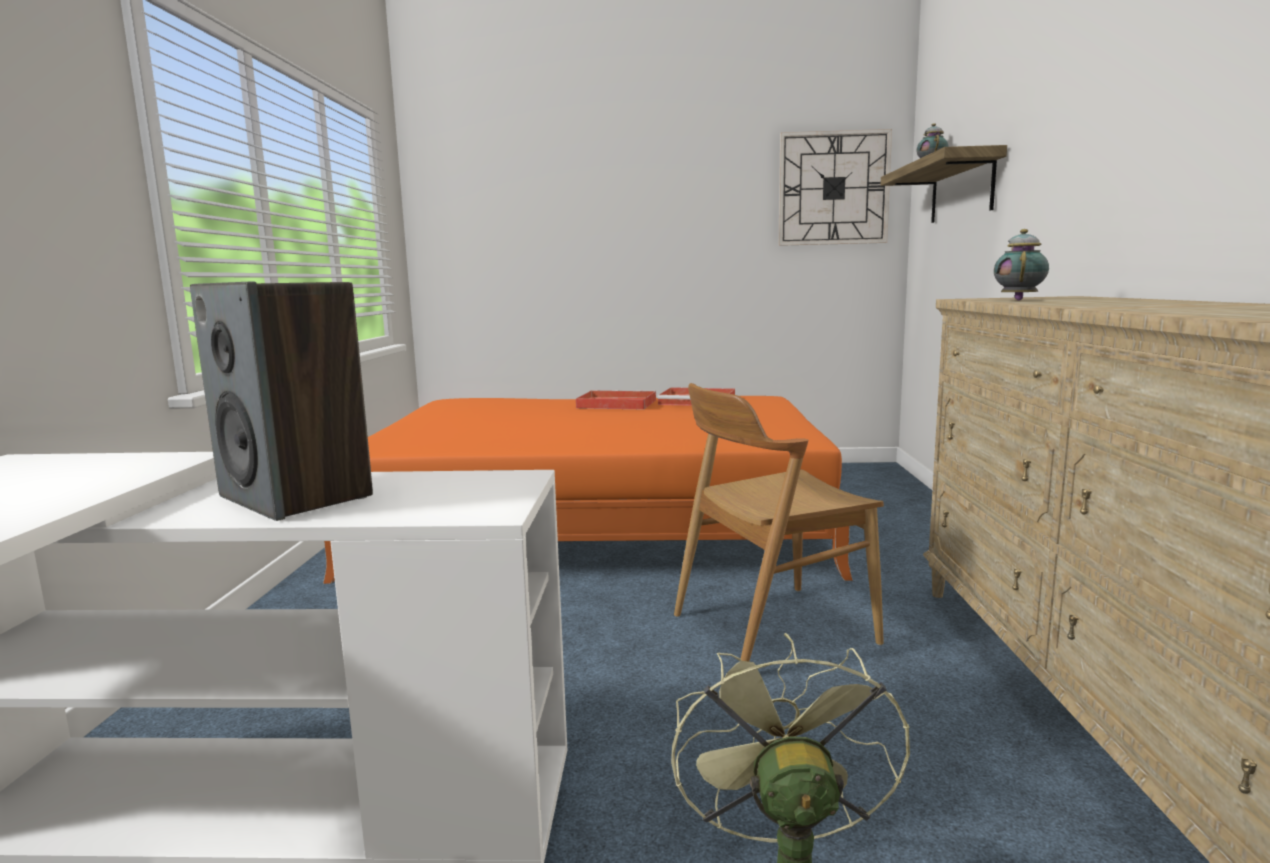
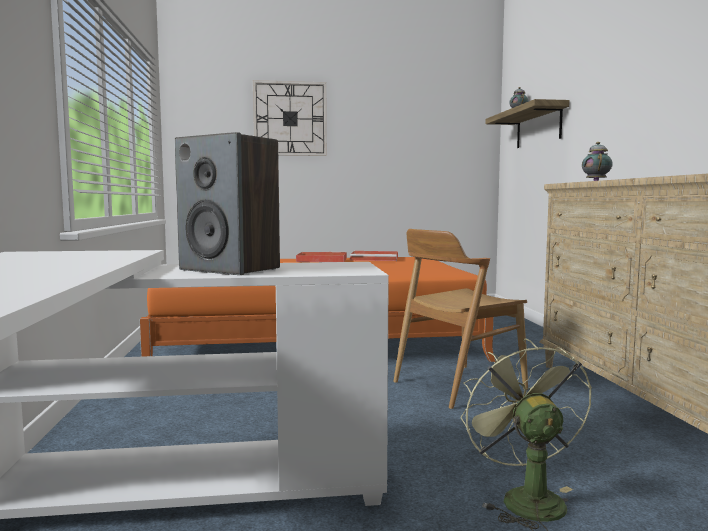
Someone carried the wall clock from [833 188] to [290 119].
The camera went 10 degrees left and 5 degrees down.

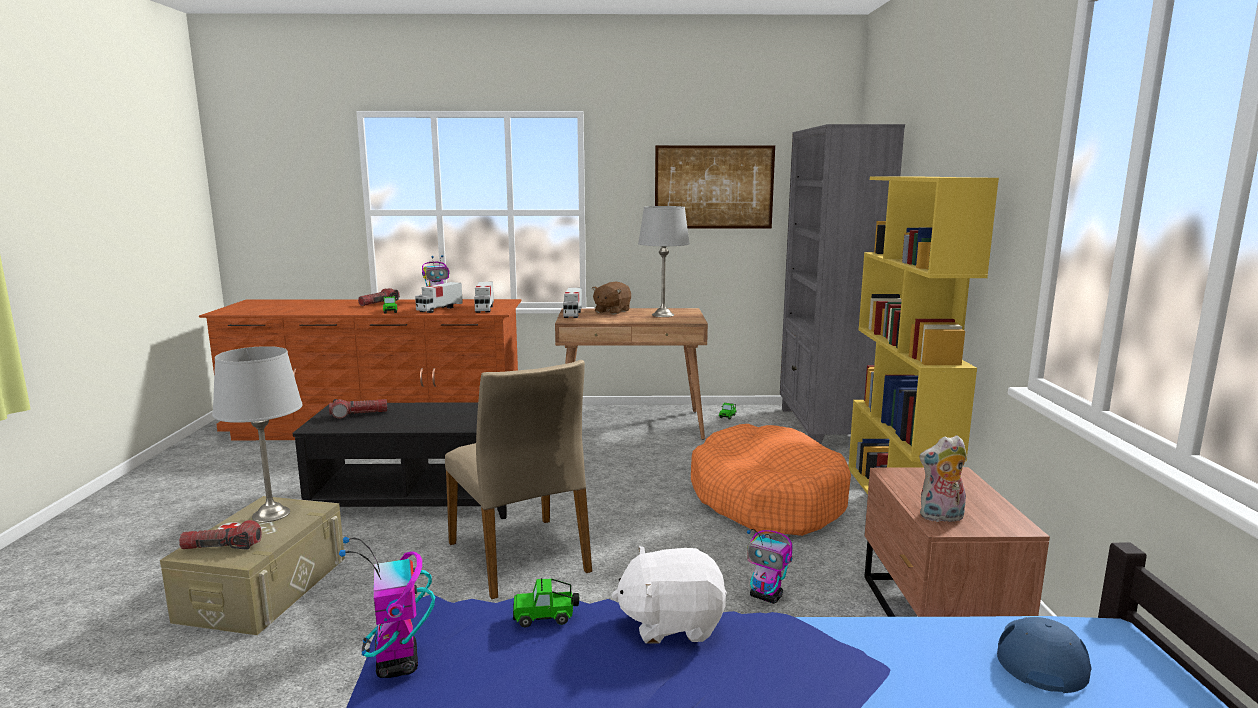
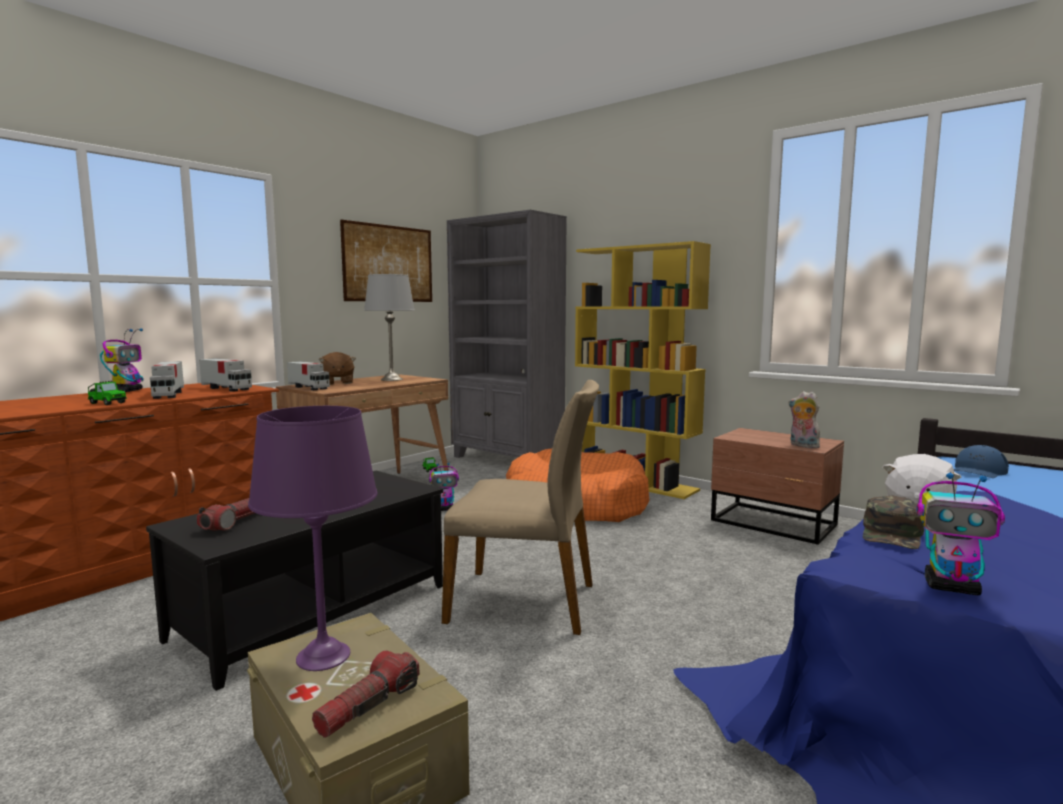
Someone took away the flashlight at [379 303].
Someone carried the toy robot from [767 597] to [445 509].
Someone swapped the toy car at [546 617] for the green cap at [893 534].
Someone repainted the grey table lamp at [271 514], which became the purple table lamp at [324 656].
Someone rotated the plush toy at [941 517] by 105 degrees clockwise.
Someone rotated the blue cap at [1041 656] by 105 degrees counterclockwise.
The camera went 50 degrees left and 5 degrees down.

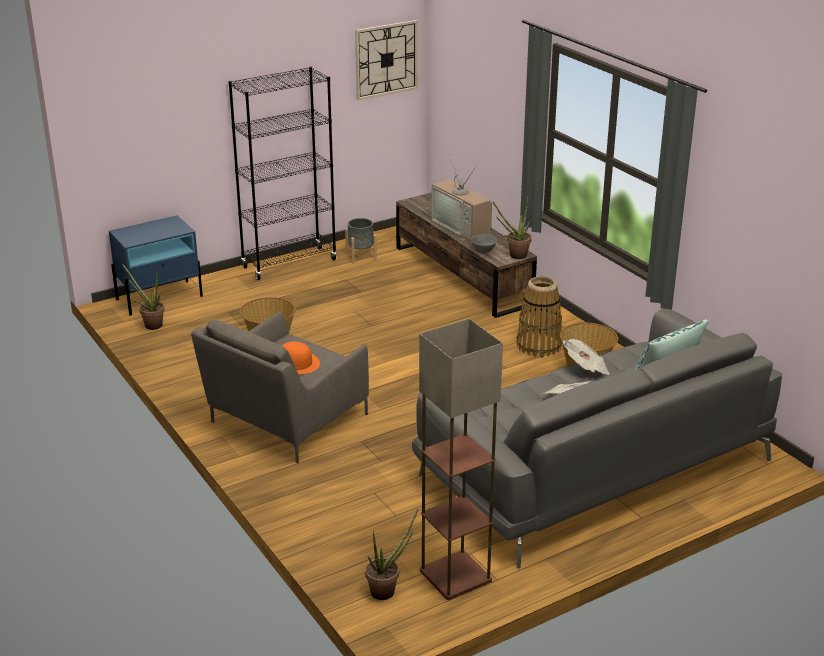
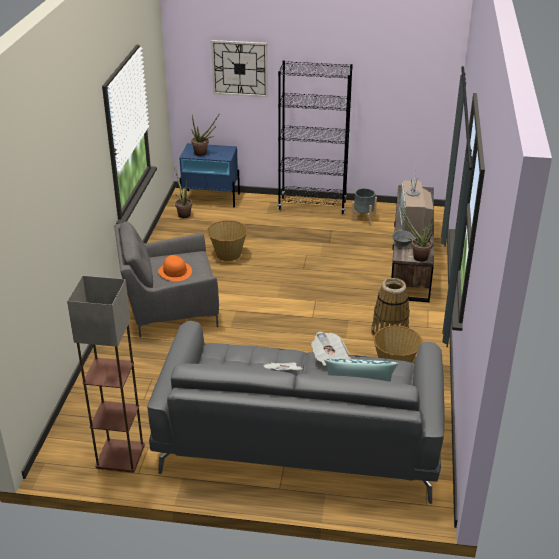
Someone carried the wall clock from [386 59] to [239 68].
Someone carried the potted plant from [387 590] to [203 153].
The camera went 40 degrees right and 5 degrees up.

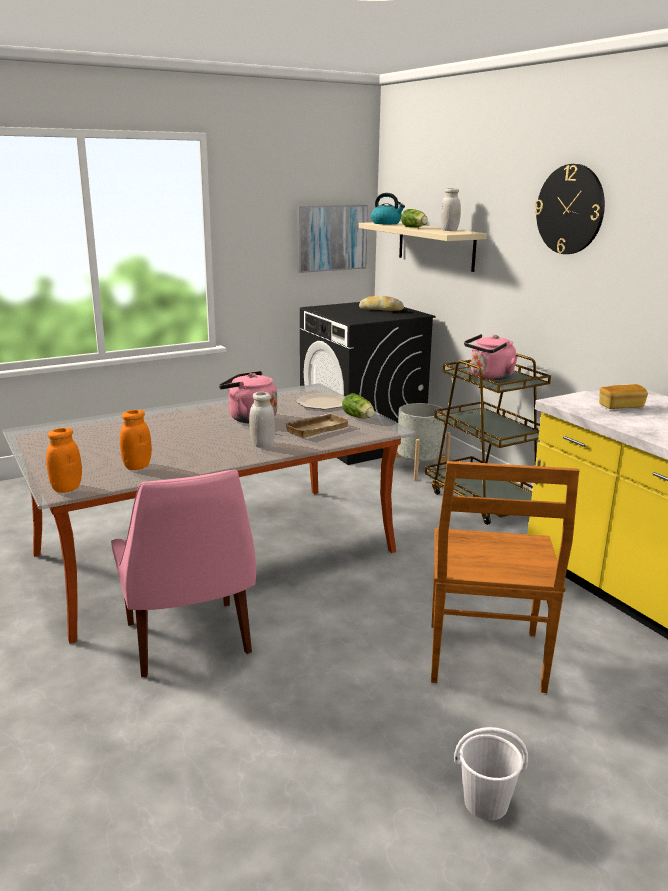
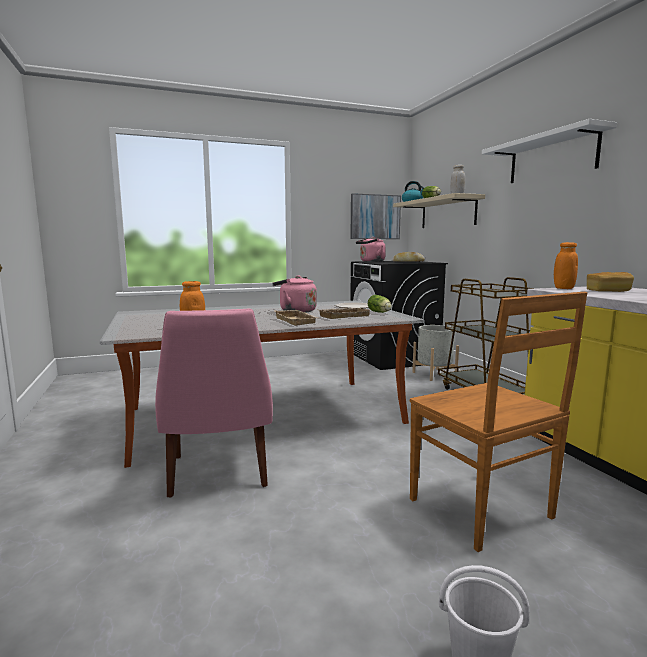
Someone carried the orange jar from [66 488] to [563 288].
Someone carried the pink kettle from [489 377] to [371 261].
Someone swapped the white jar at [262 444] for the beige tray at [297 321].
Someone swapped the wall clock at [570 209] for the white shelf at [551 157].
Someone rotated the brown chair at [485 659] by 45 degrees counterclockwise.
The camera went 10 degrees right and 10 degrees down.

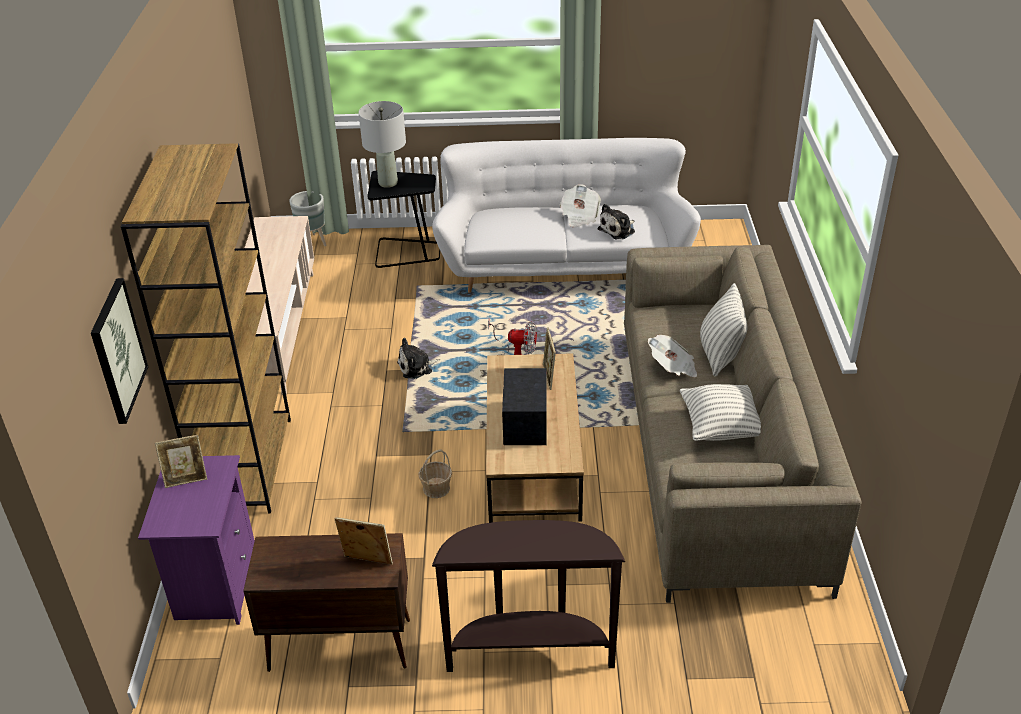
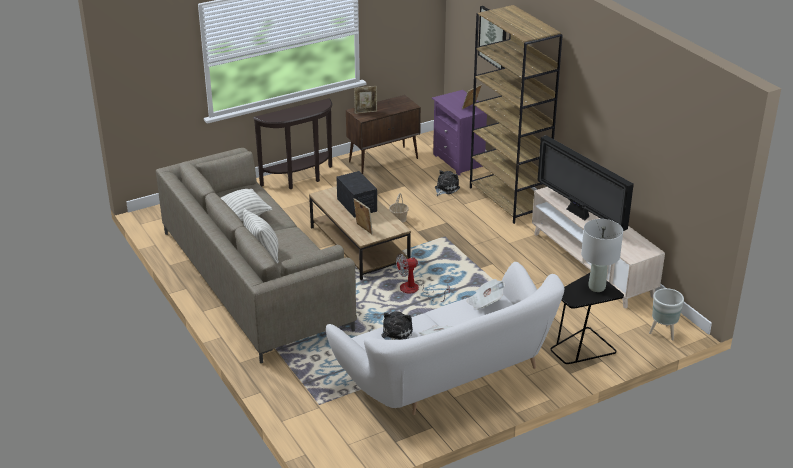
Someone put down the television at [579 214].
Someone carried the plush toy from [417 367] to [445 188].
Someone carried the newspaper from [672 367] to [485 302].
The camera went 150 degrees right and 5 degrees down.

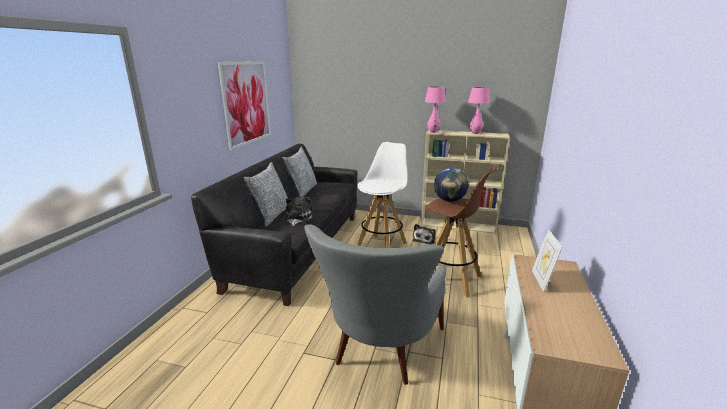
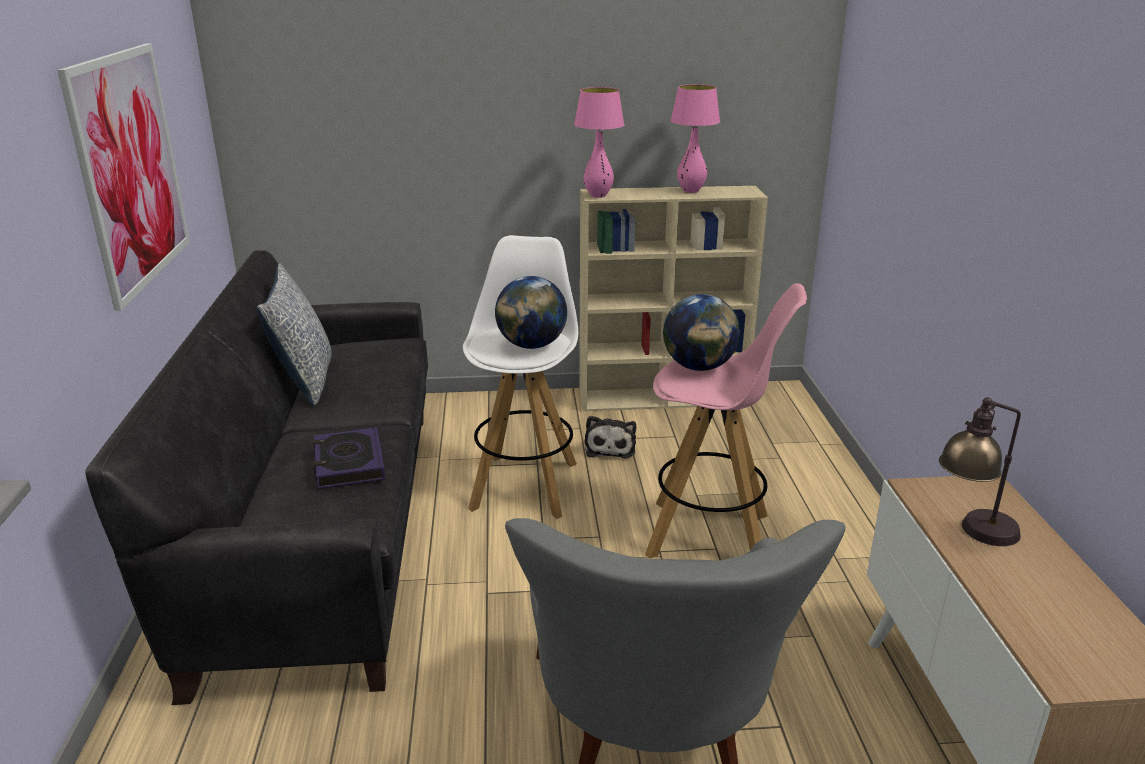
Someone took away the pillow at [271 215].
Someone put down the globe at [531 345].
Someone swapped the plush toy at [297 218] for the book at [349 464].
Someone swapped the picture frame at [541 281] for the table lamp at [972 533].
Someone repainted the brown stool at [451 279], which became the pink stool at [710 535].
The camera went 20 degrees left and 5 degrees up.

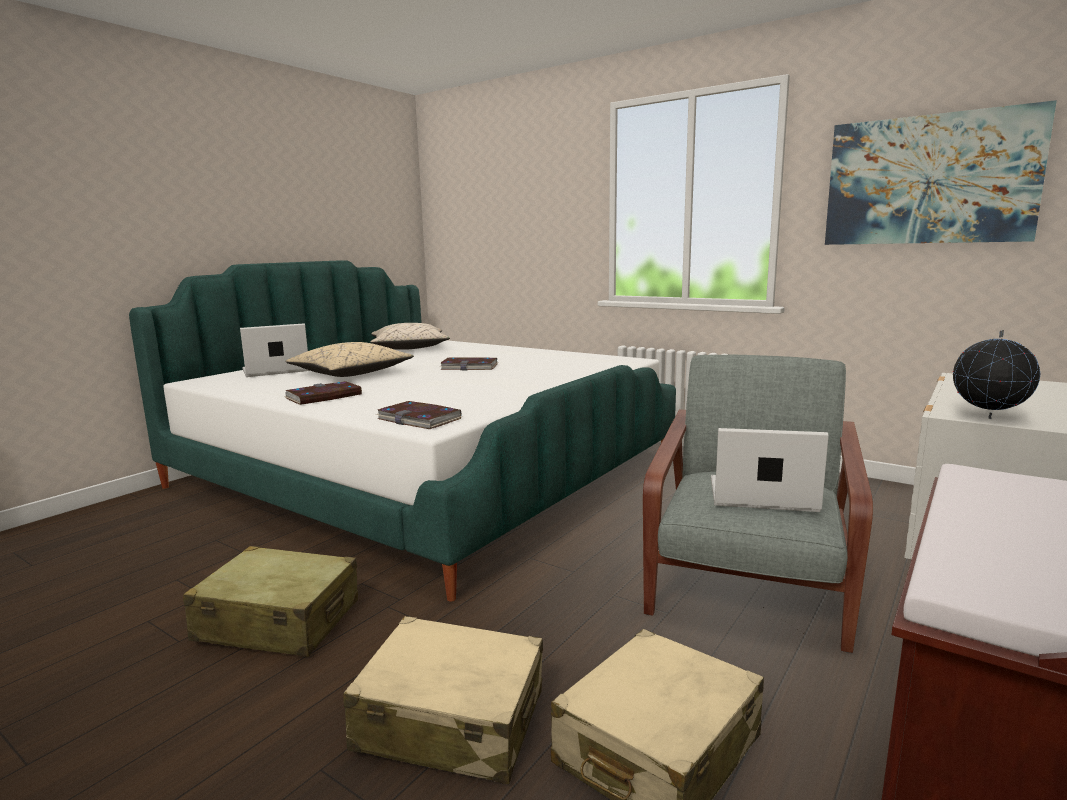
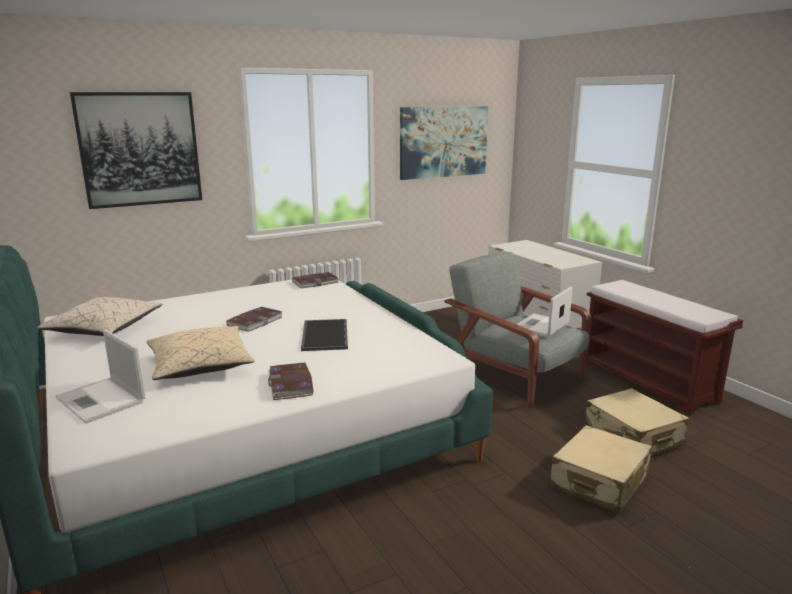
Someone took away the beige suitcase at [278 621].
Someone took away the globe at [988 418].
Someone put up the picture at [140 149].
Someone put down the tray at [323 335].
Someone carried the book from [420 419] to [315 282].
Someone rotated the laptop at [274 370] by 45 degrees counterclockwise.
The camera went 65 degrees left and 5 degrees up.

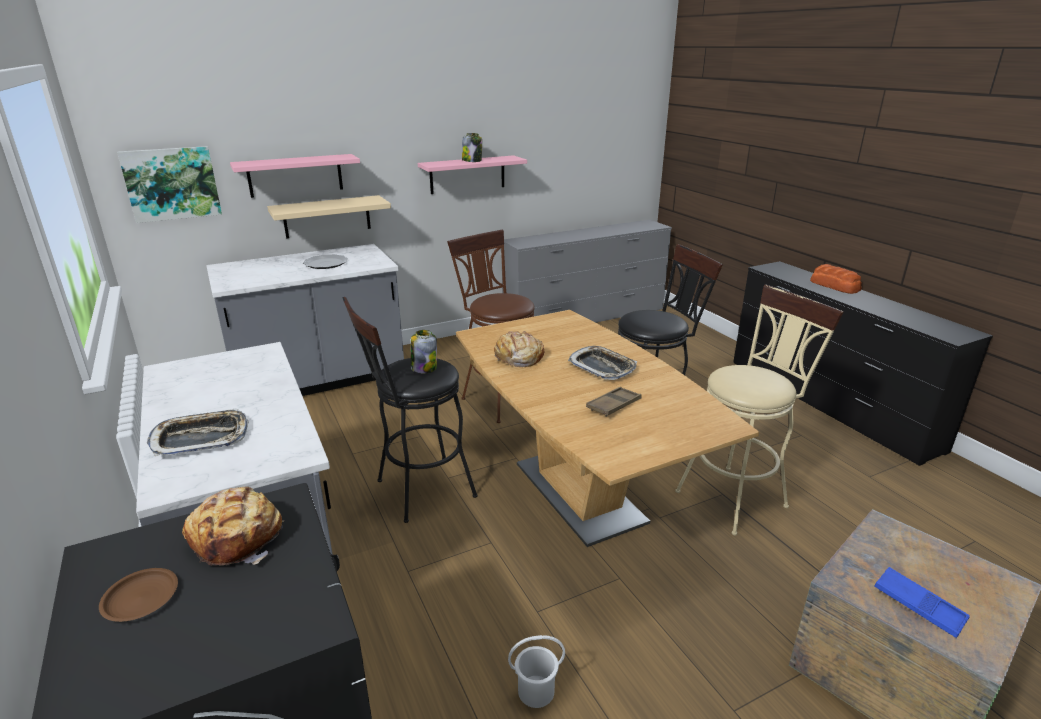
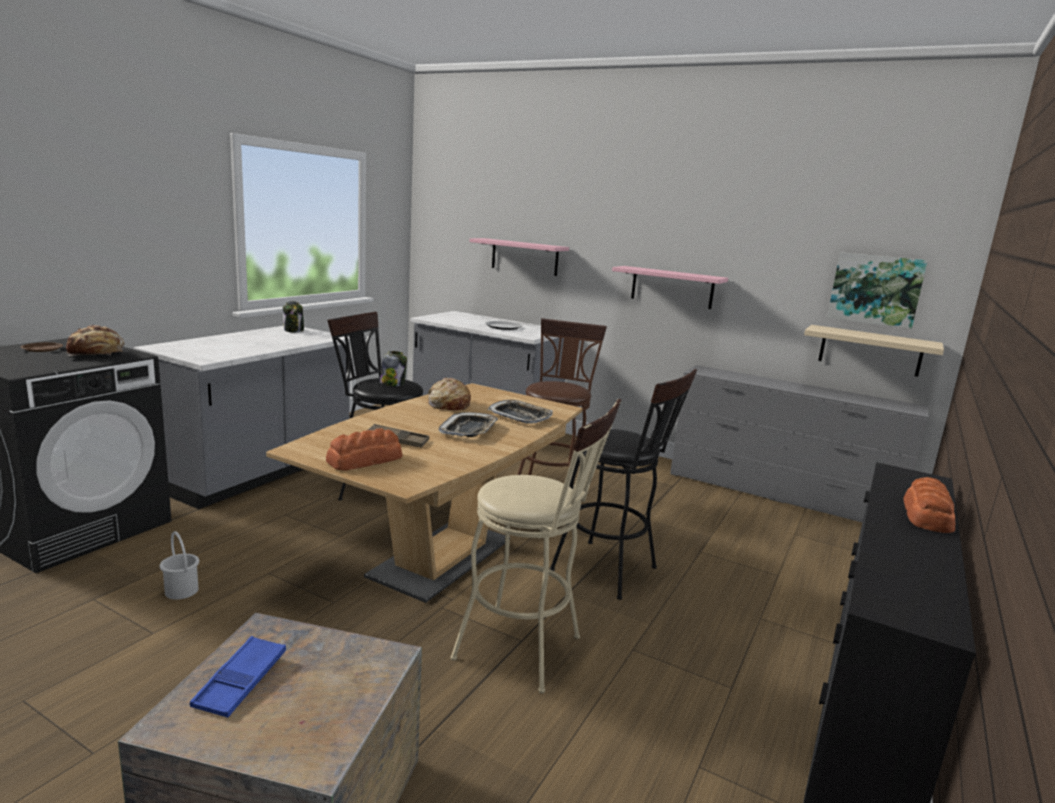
Someone put down the bread at [365 460].
Someone carried the picture from [172 183] to [875 289].
Someone carried the tray from [201 438] to [520 416].
Someone carried the beige shelf from [327 216] to [870 350].
Someone carried the jar from [472 161] to [294 330].
The camera went 55 degrees right and 10 degrees down.

